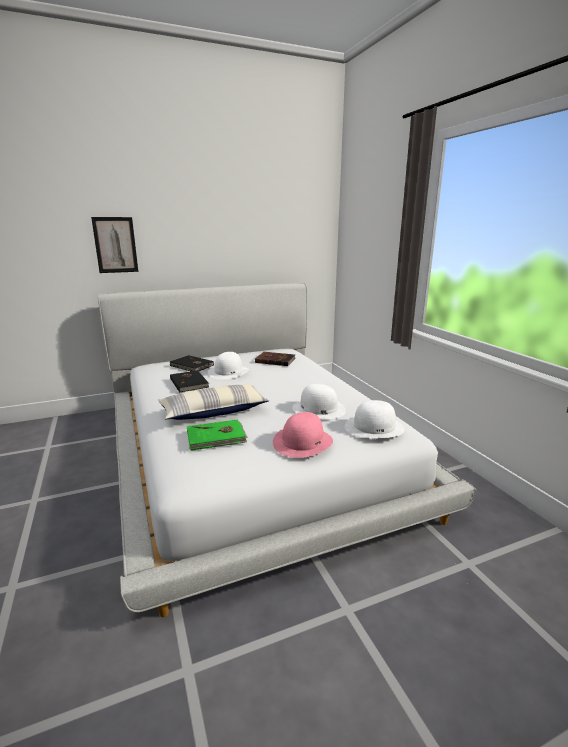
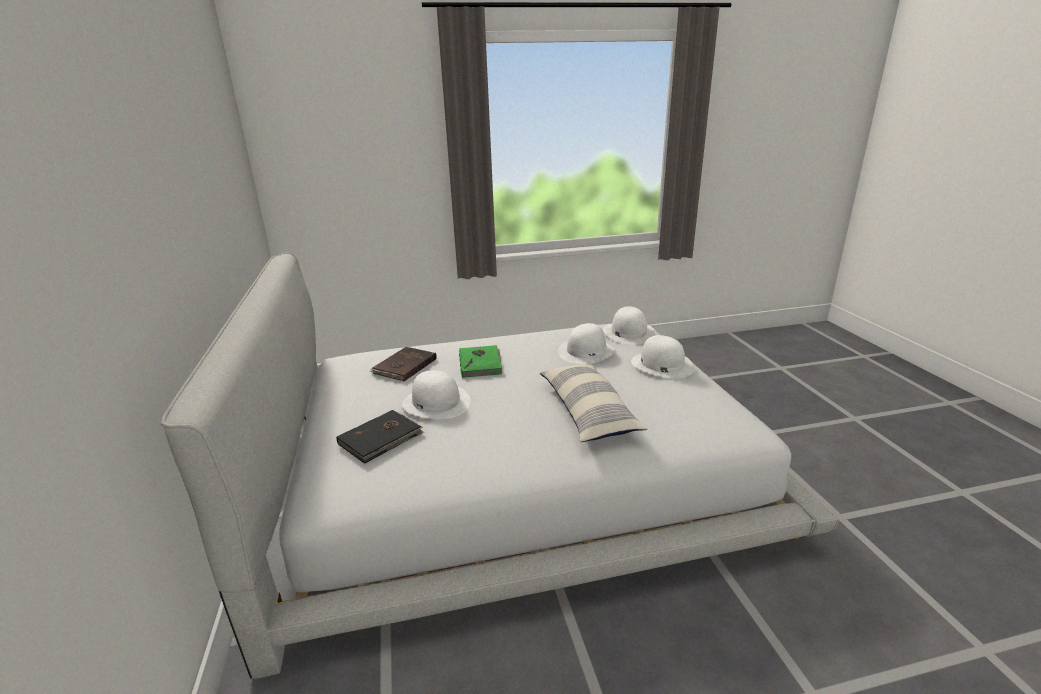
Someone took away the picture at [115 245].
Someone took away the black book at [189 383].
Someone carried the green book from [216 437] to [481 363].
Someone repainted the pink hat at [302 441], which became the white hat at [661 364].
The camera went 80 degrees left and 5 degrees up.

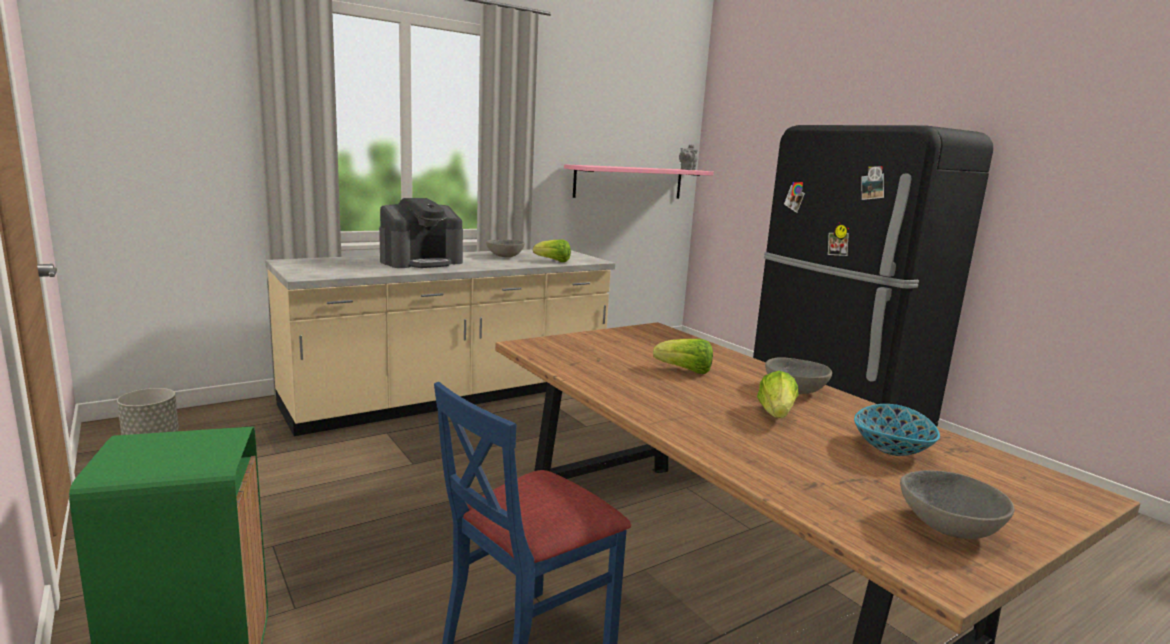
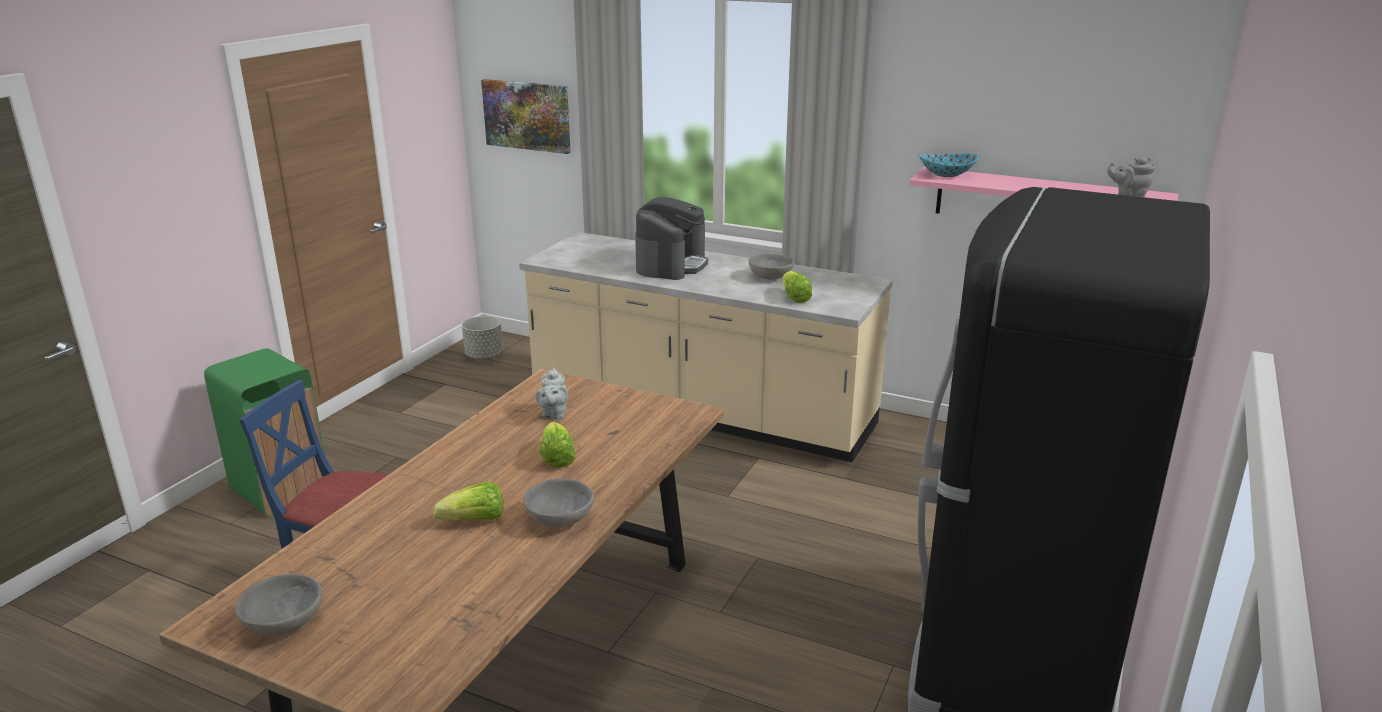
Someone put up the picture at [527 115].
Someone put down the grey teapot at [553 414].
Someone carried the bowl from [890 448] to [946 174].
Someone rotated the coffee machine at [421 262] by 90 degrees counterclockwise.
The camera went 60 degrees right and 10 degrees up.

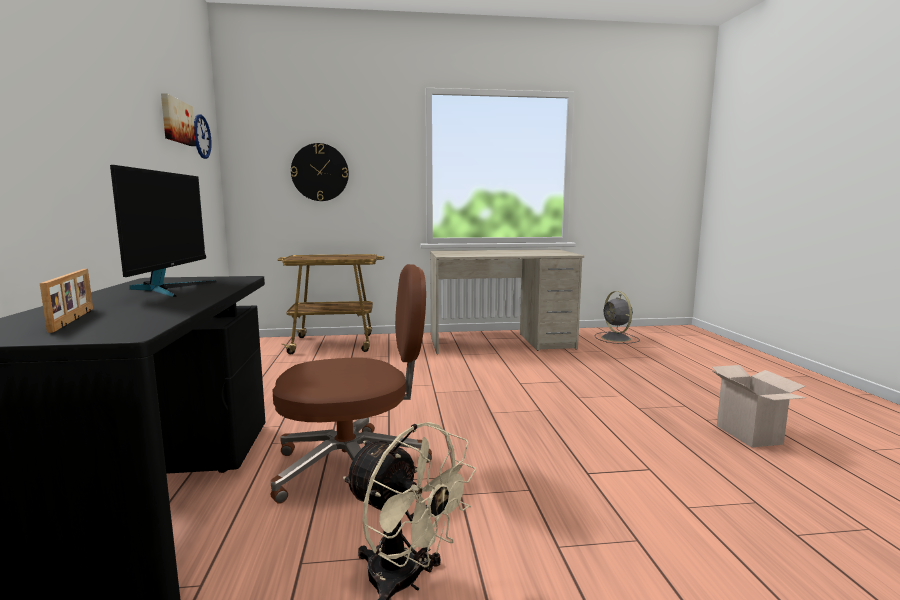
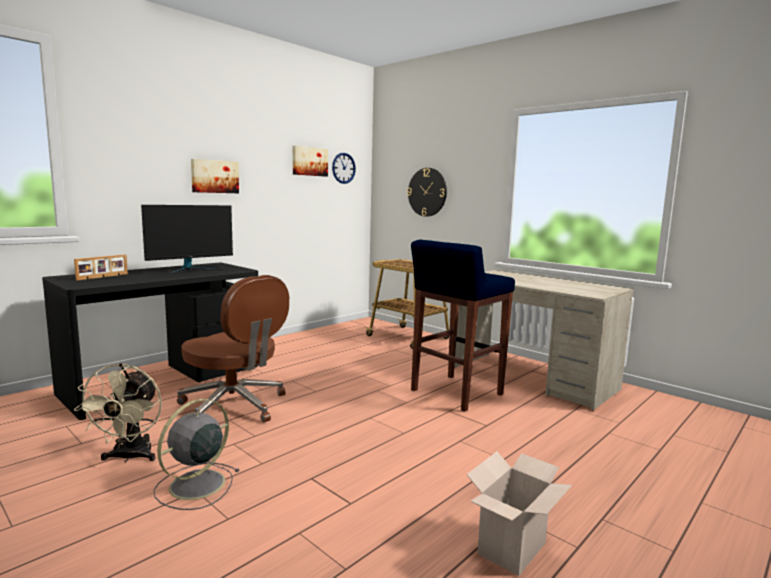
Someone put up the picture at [214 176].
Someone put down the blue stool at [455 393].
Someone carried the grey fan from [616 338] to [195 486].
The camera went 50 degrees right and 0 degrees up.

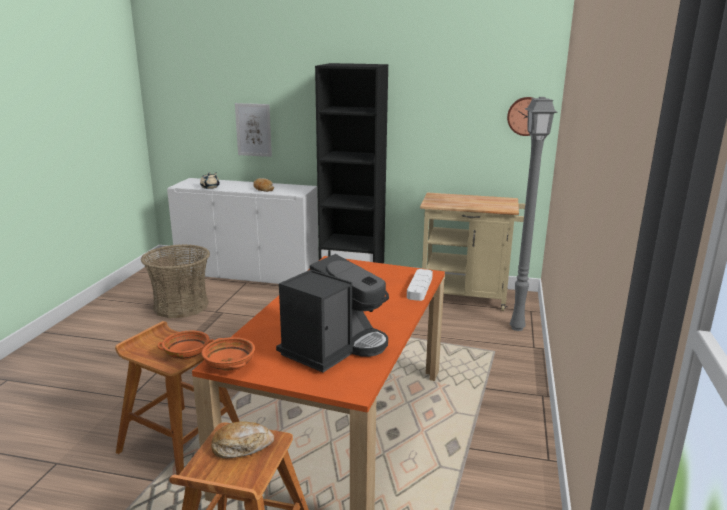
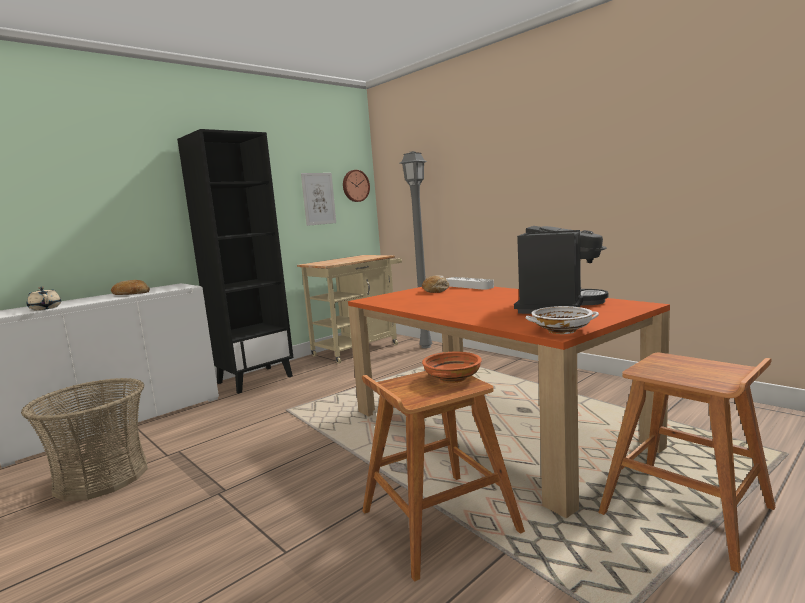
Someone carried the bread from [242 446] to [436 290].
Someone carried the picture from [253 130] to [318 198].
Someone repainted the orange bowl at [230 364], which became the white bowl at [562 330].
Someone rotated the coffee machine at [334 347] by 45 degrees clockwise.
The camera went 55 degrees left and 10 degrees down.

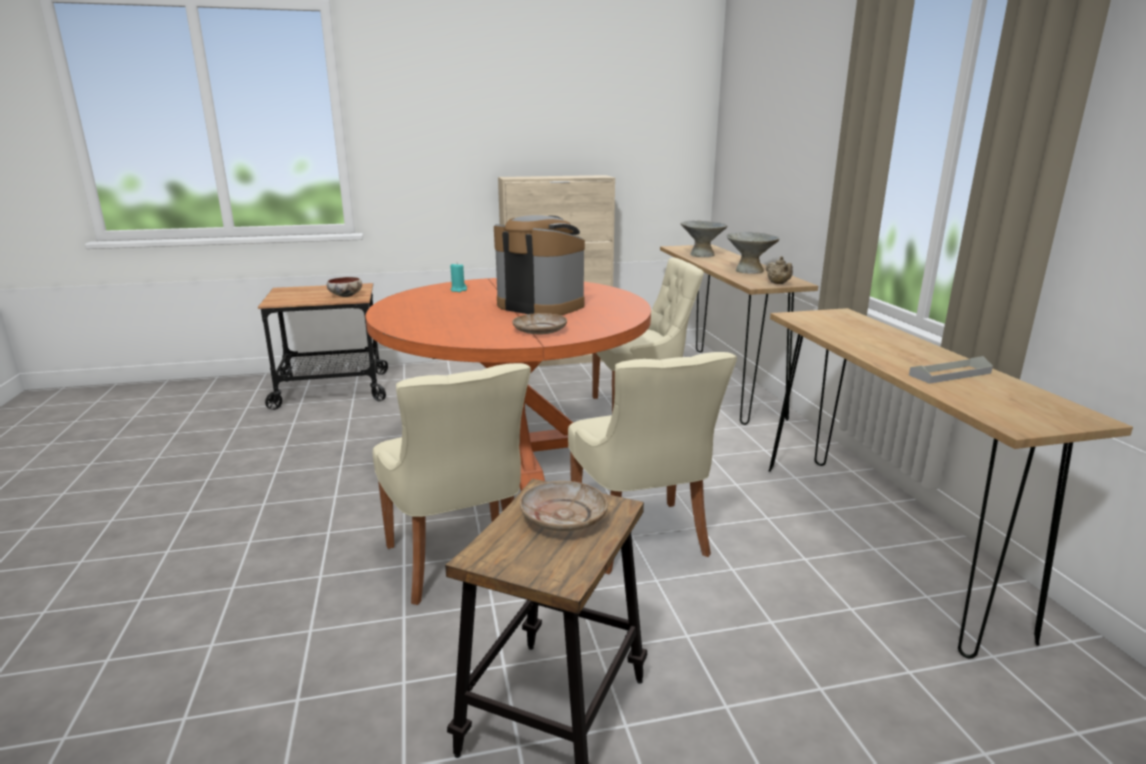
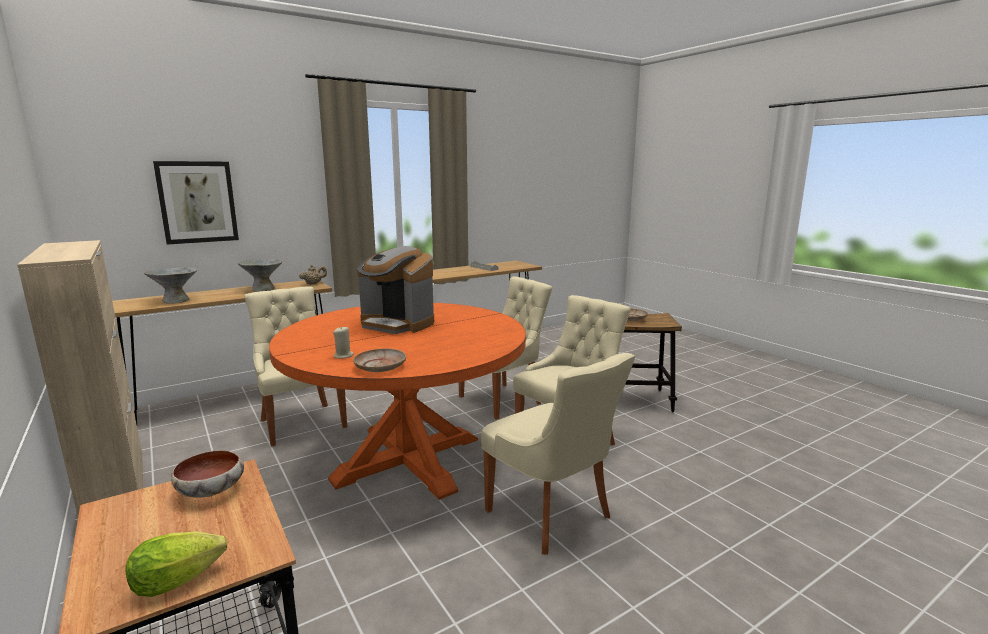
Someone put down the lettuce at [183 580].
Someone put up the picture at [197 202].
Someone put down the beige chair at [551 515].
Someone carried the beige plate from [540 330] to [380 367].
Someone repainted the turquoise candle at [458 290], which became the beige candle at [343 356].
Someone rotated the coffee machine at [541 305] by 75 degrees counterclockwise.
The camera went 110 degrees left and 5 degrees down.

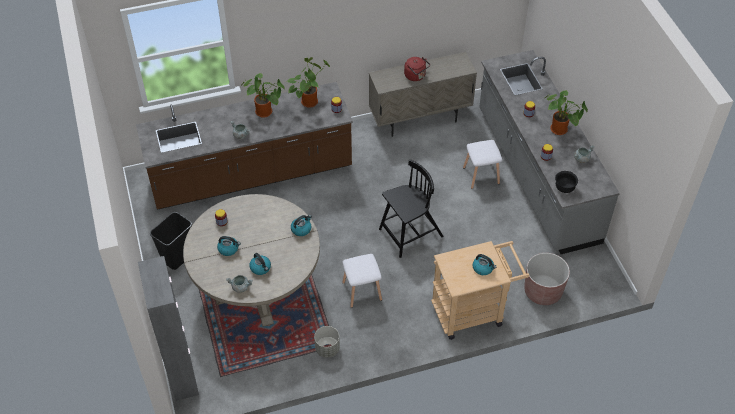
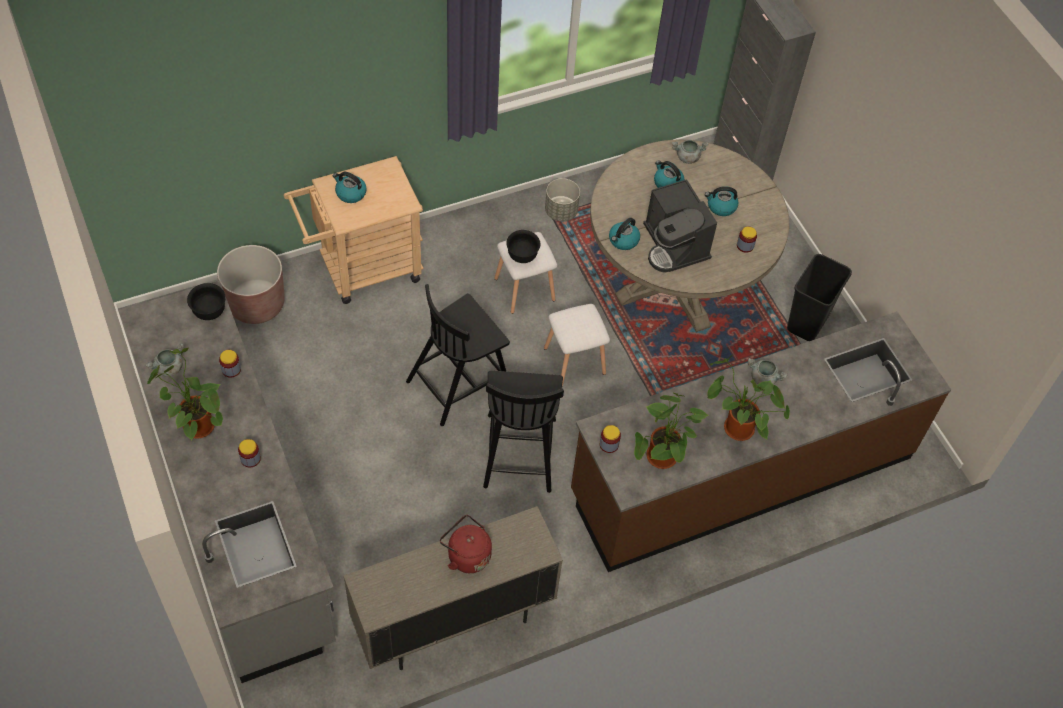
Someone put down the black chair at [519 451].
Someone put down the black bowl at [522 256].
Someone put down the coffee machine at [674 246].
Someone carried the white stool from [481 176] to [573 360].
The camera went 170 degrees right and 5 degrees up.

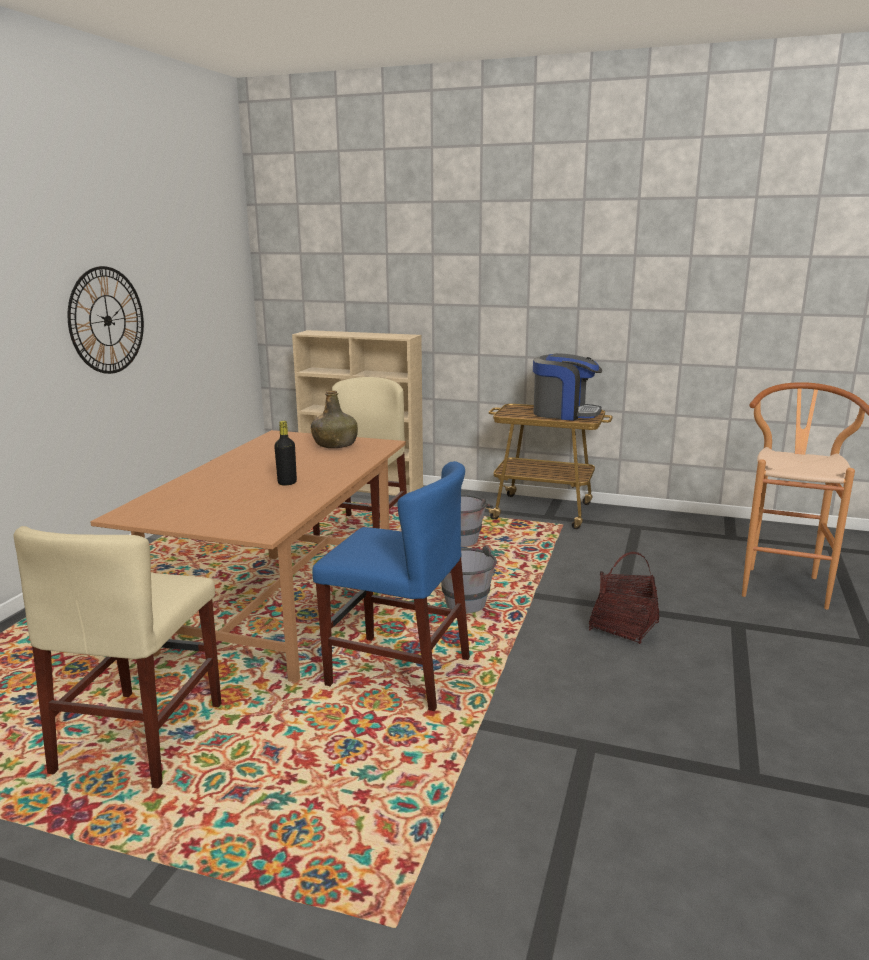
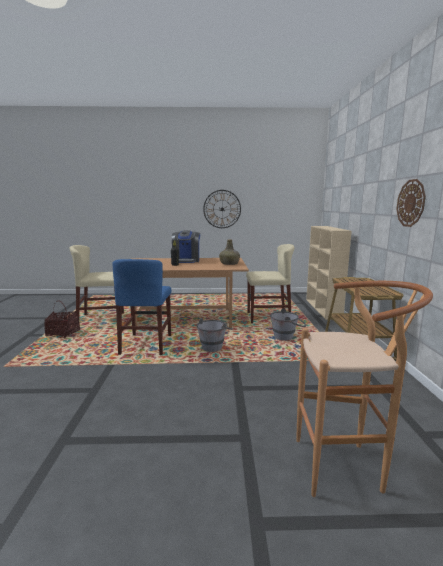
Someone put up the wall clock at [411 203].
Someone carried the coffee machine from [564 413] to [186 260].
Someone carried the basket from [624 627] to [63 333].
The camera went 70 degrees right and 5 degrees down.

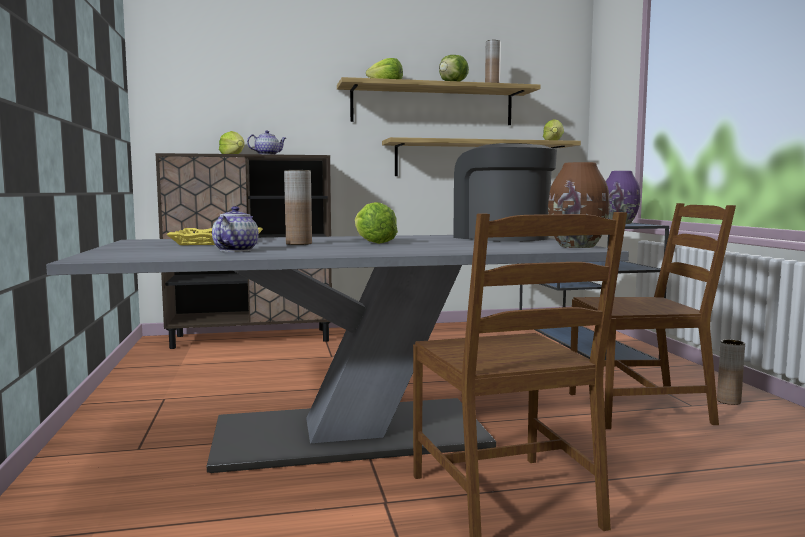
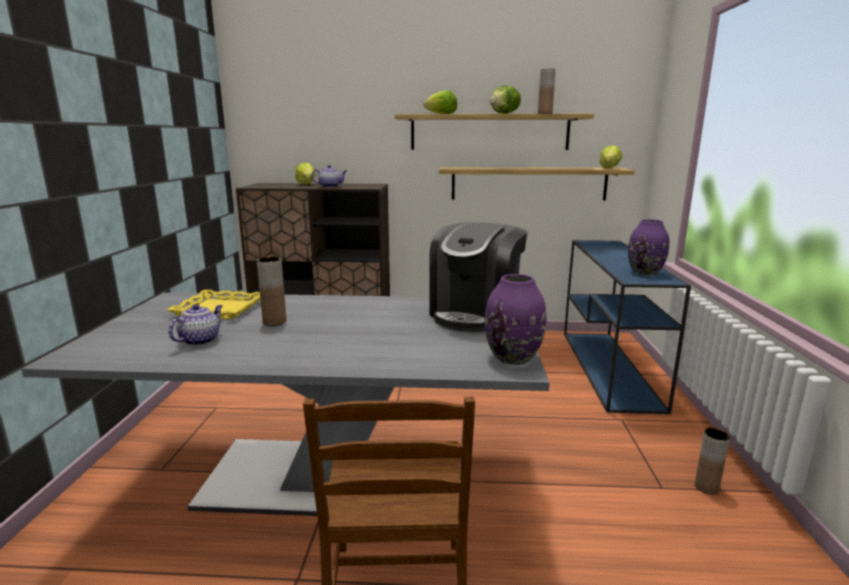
Someone took away the lettuce at [373 242].
Someone took away the brown chair at [640 408].
Someone repainted the brown vase at [577 246], which became the purple vase at [513 358].
Someone rotated the coffee machine at [501 237] by 135 degrees counterclockwise.
The camera went 15 degrees right and 10 degrees up.

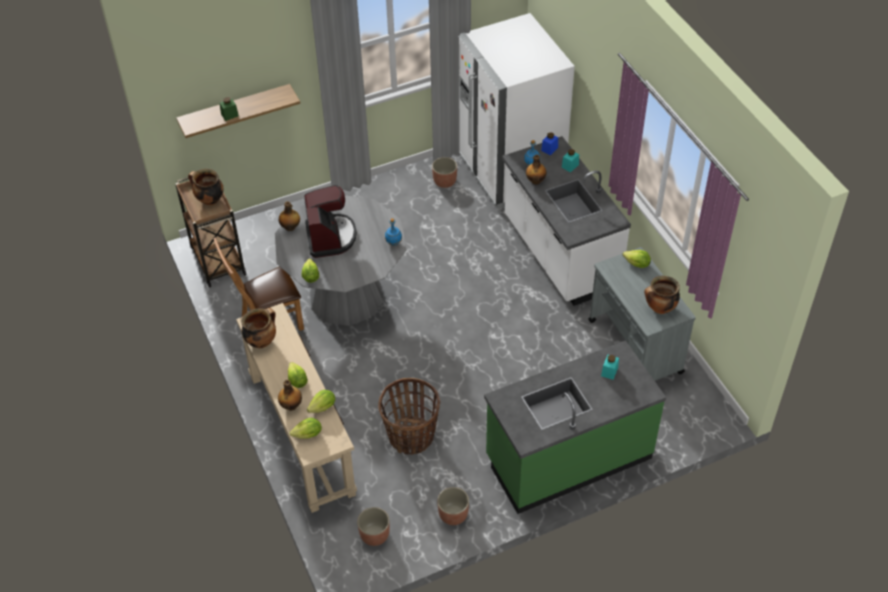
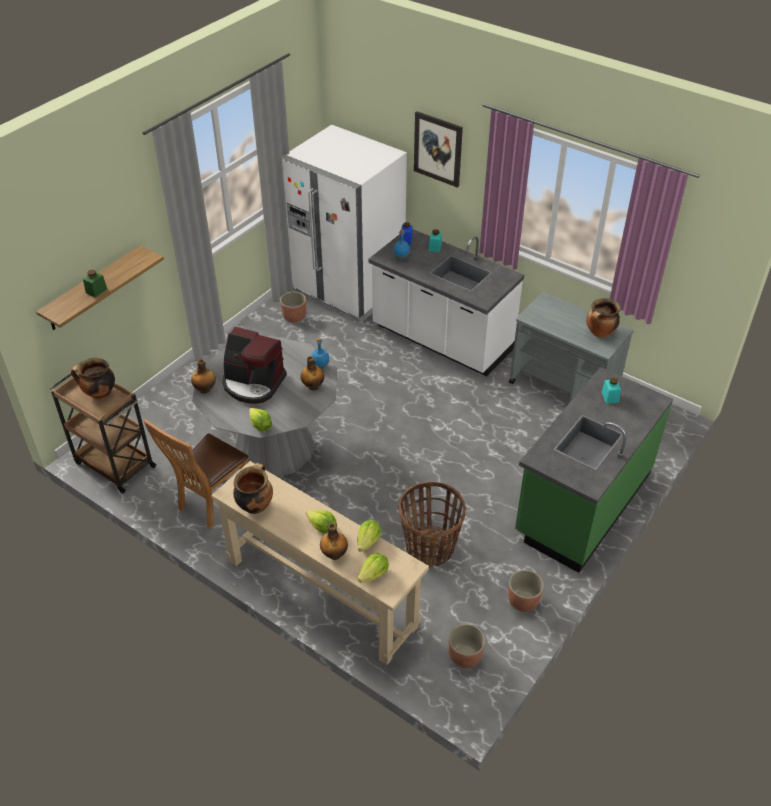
Someone took away the lettuce at [637 264].
Someone put up the picture at [438 149].
Someone carried the bottle from [535 181] to [313 386].
Someone rotated the coffee machine at [330 237] by 150 degrees clockwise.
The camera went 30 degrees left and 5 degrees down.

